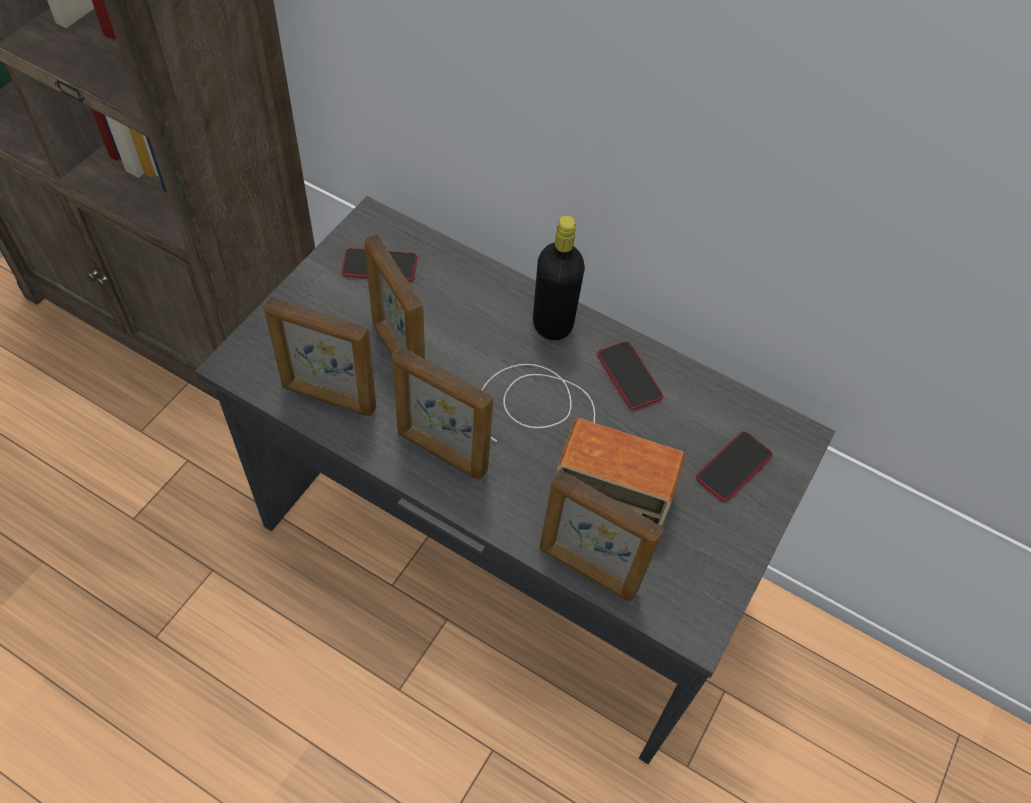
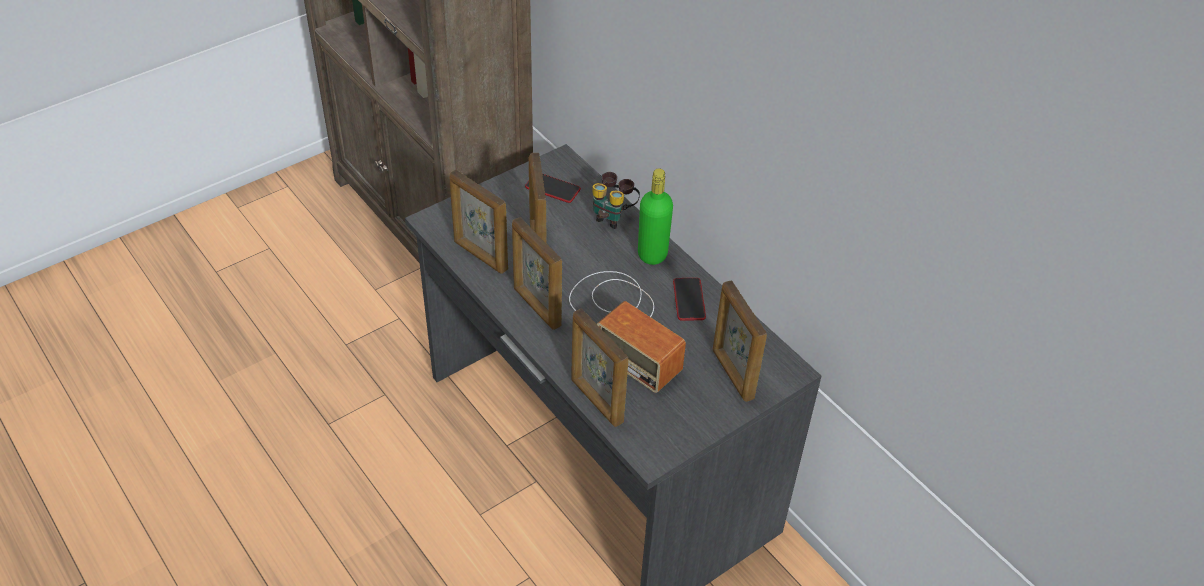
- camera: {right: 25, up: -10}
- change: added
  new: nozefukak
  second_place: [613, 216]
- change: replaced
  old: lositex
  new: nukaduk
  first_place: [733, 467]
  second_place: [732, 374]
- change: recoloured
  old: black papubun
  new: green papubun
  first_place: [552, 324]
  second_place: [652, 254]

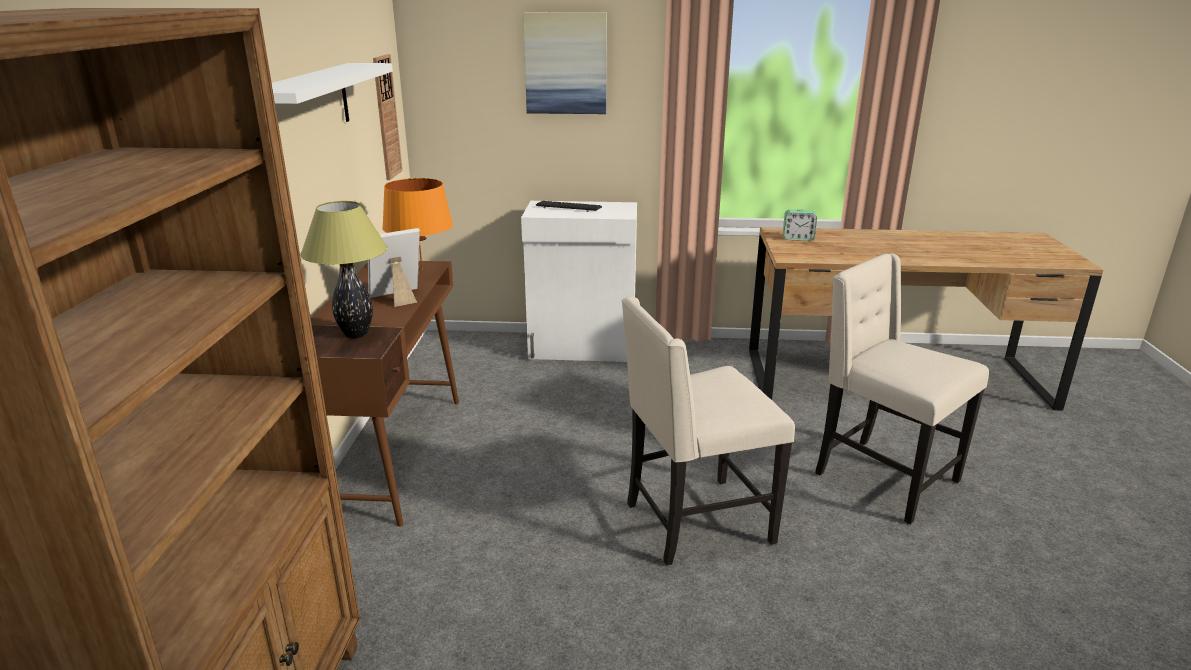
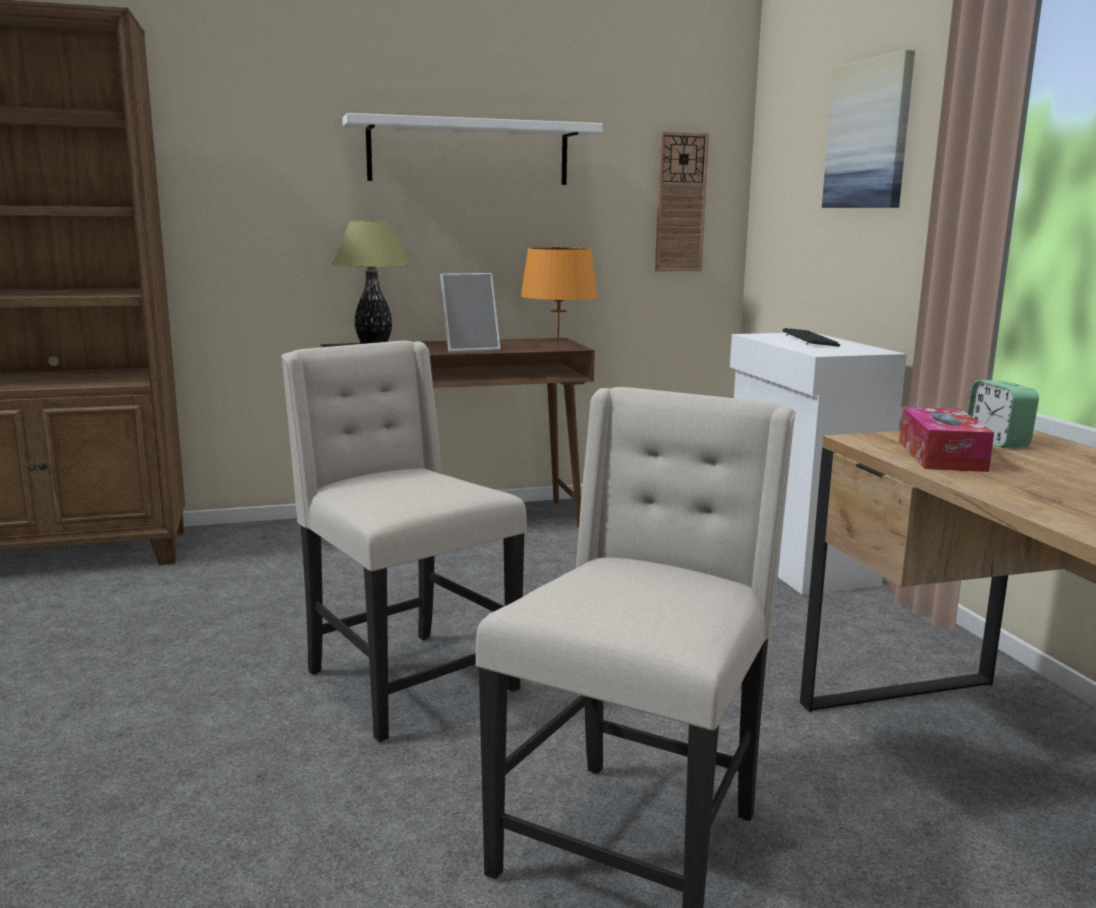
- camera: {right: 70, up: -10}
- change: added
  new: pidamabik
  second_place: [941, 456]
- change: turned
  old: nukaduk
  first_place: [398, 298]
  second_place: [470, 349]
  degrees: 120

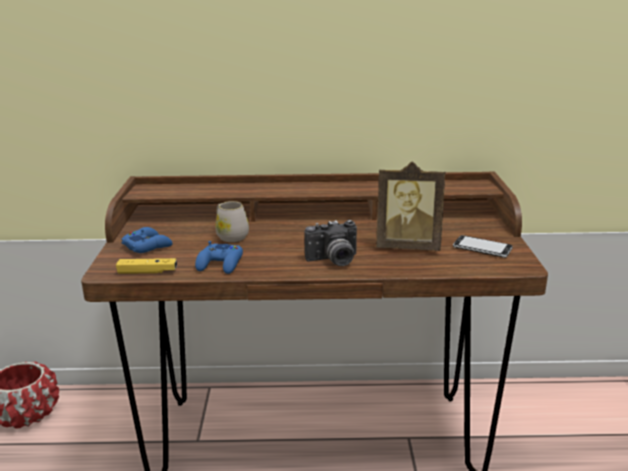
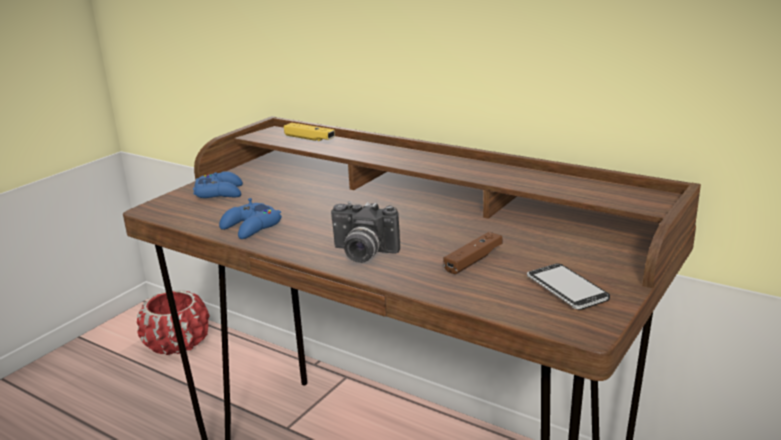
- camera: {right: 35, up: 0}
- change: removed
  old: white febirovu
  first_place: [230, 235]
- change: moved
  old: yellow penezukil
  first_place: [147, 272]
  second_place: [309, 138]
- change: replaced
  old: nukaduk
  new: brown penezukil
  first_place: [408, 246]
  second_place: [473, 260]

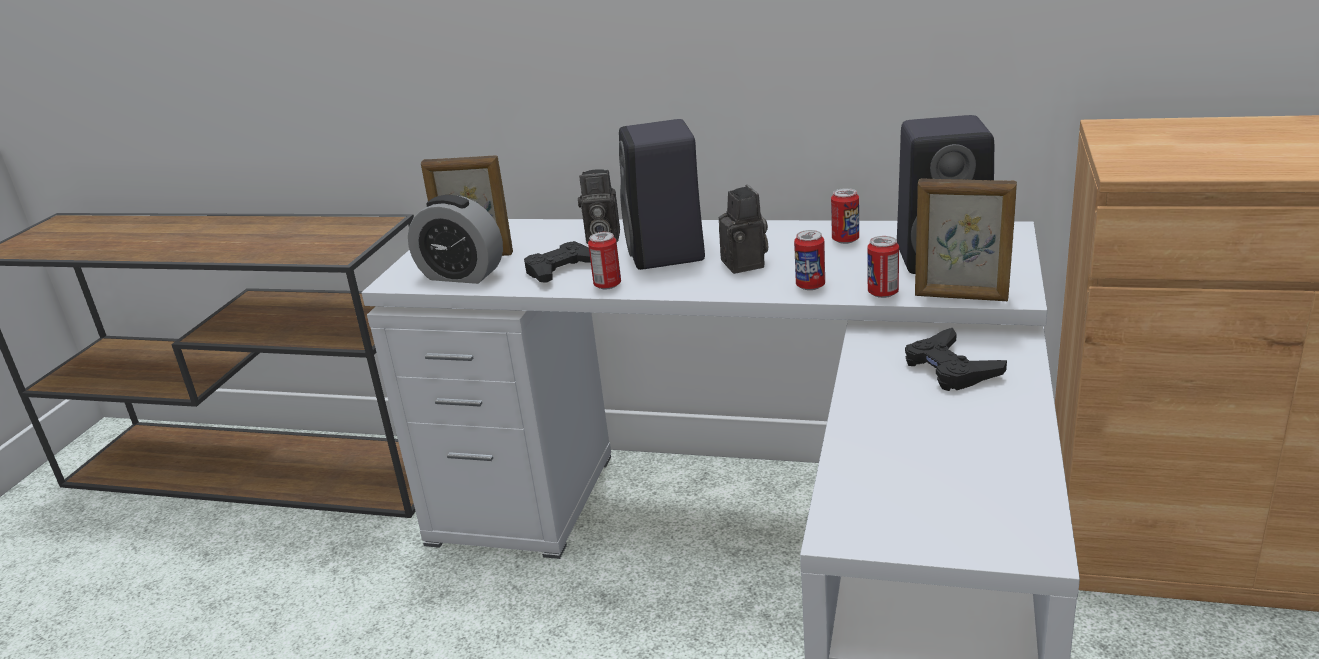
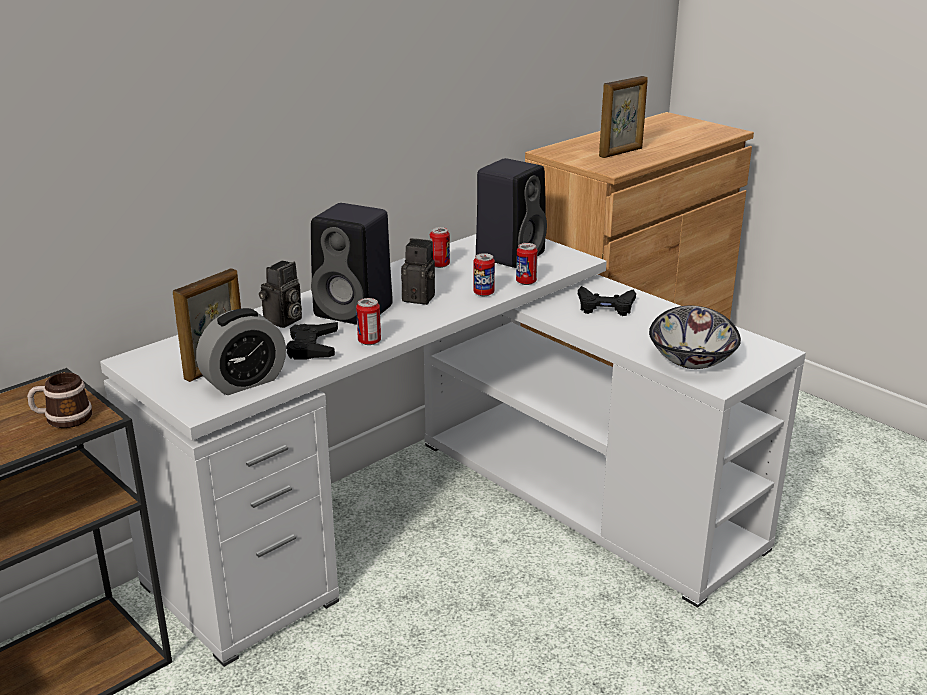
- camera: {right: -60, up: 0}
- change: added
  new: febirovu
  second_place: [62, 418]
- change: added
  new: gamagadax
  second_place: [693, 360]
- change: moved
  old: nukaduk
  first_place: [961, 297]
  second_place: [621, 152]

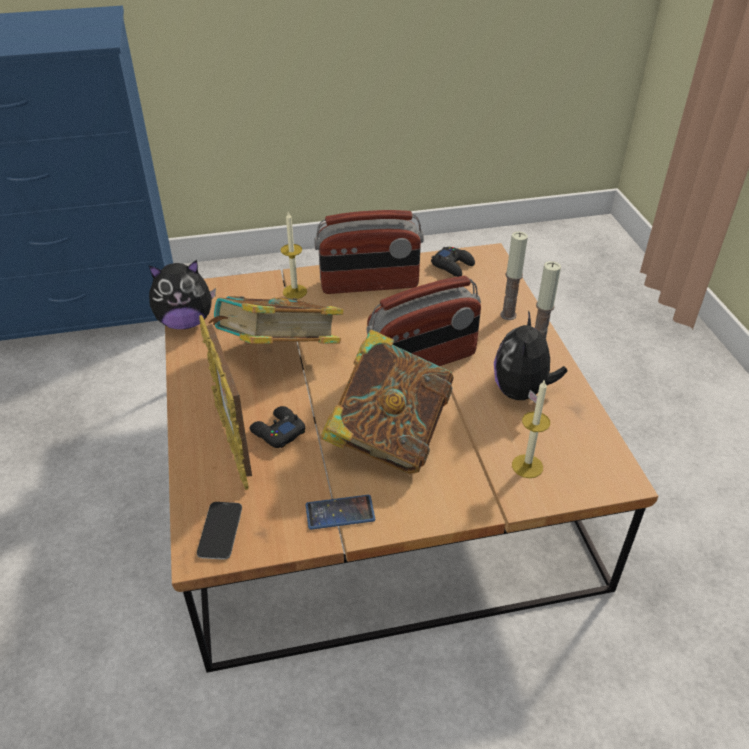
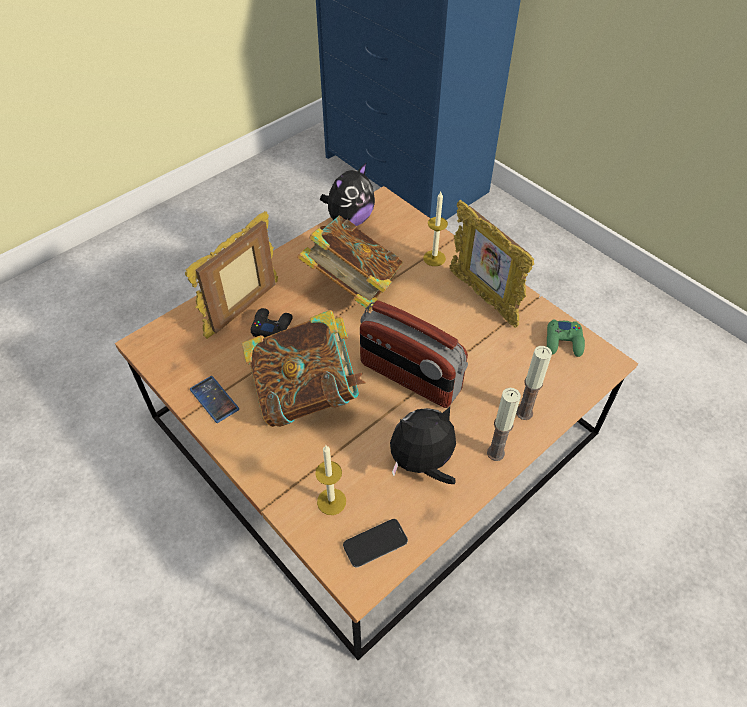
- camera: {right: 60, up: 10}
- change: moved
  old: lositex
  first_place: [220, 531]
  second_place: [375, 543]
- change: replaced
  old: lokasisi
  new: nukaduk
  first_place: [369, 284]
  second_place: [483, 298]
- change: recoloured
  old: black penezukil
  new: green penezukil
  first_place: [453, 265]
  second_place: [564, 342]
- change: turned
  old: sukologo
  first_place: [185, 322]
  second_place: [349, 220]
  degrees: -90

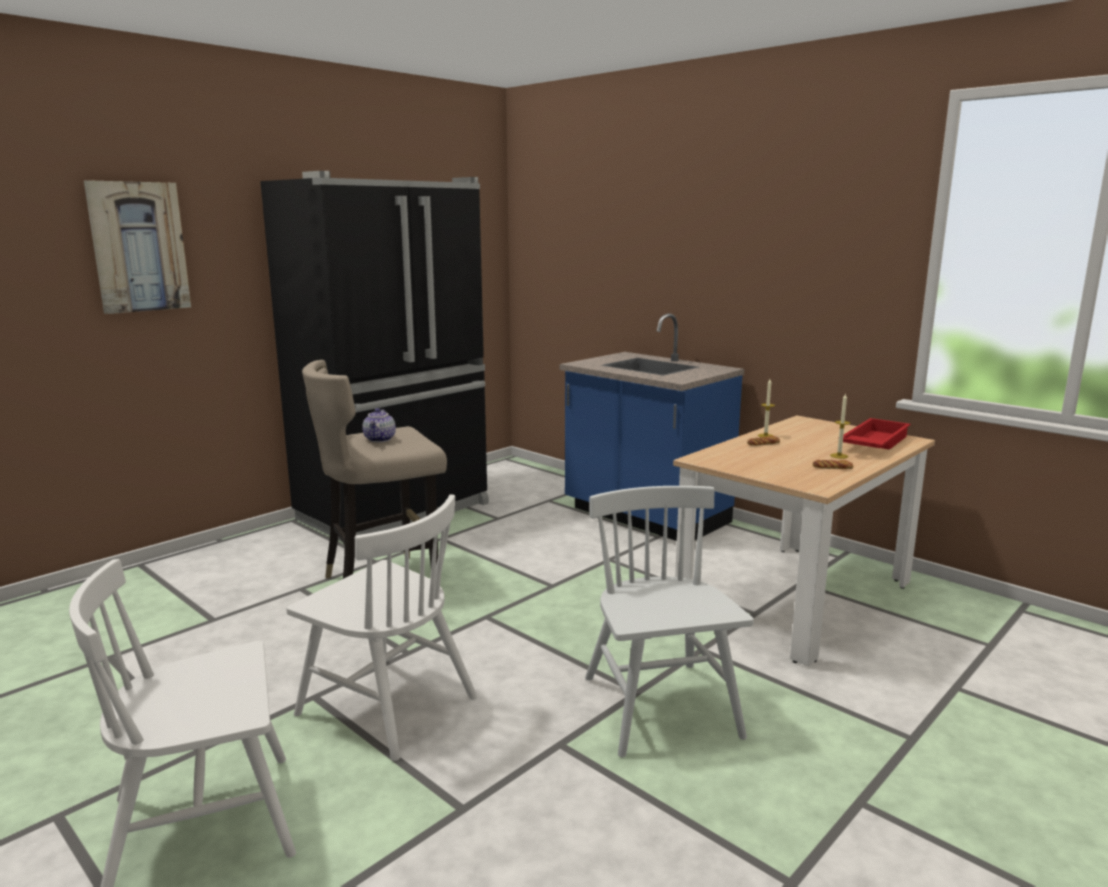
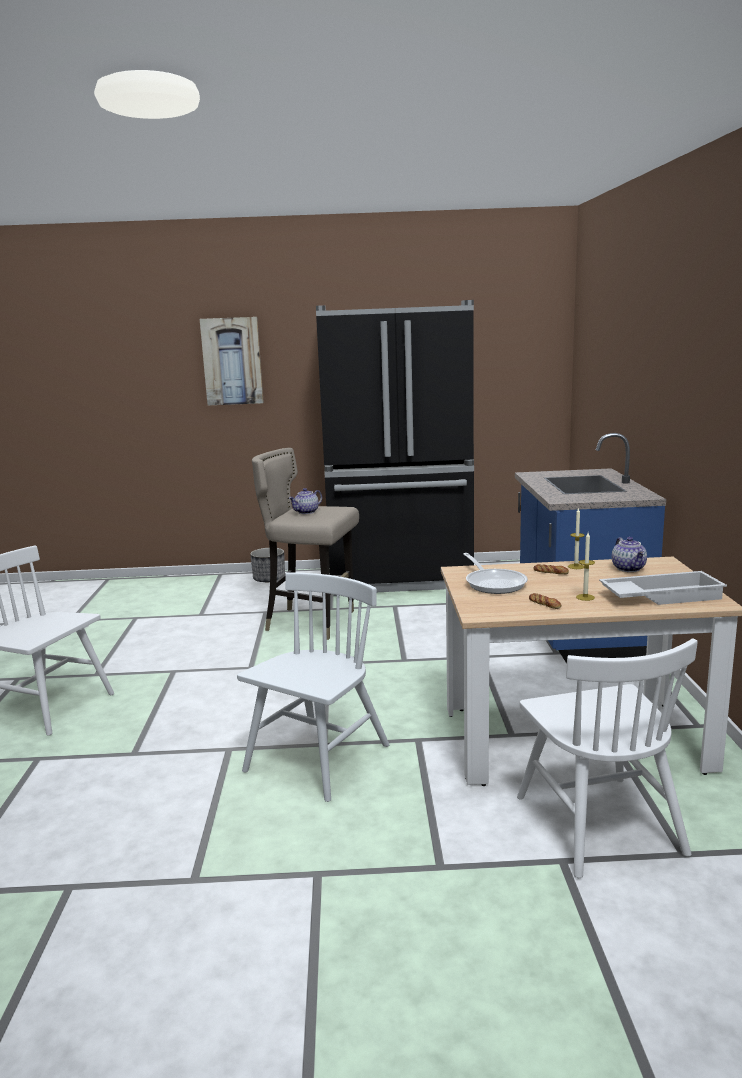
- camera: {right: 45, up: 0}
- change: added
  new: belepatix
  second_place: [269, 579]
- change: added
  new: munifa
  second_place: [493, 583]
- change: added
  new: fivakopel
  second_place: [629, 569]
- change: moved
  old: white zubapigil
  first_place: [386, 705]
  second_place: [598, 824]
- change: recoloured
  old: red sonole
  new: white sonole
  first_place: [873, 443]
  second_place: [661, 595]

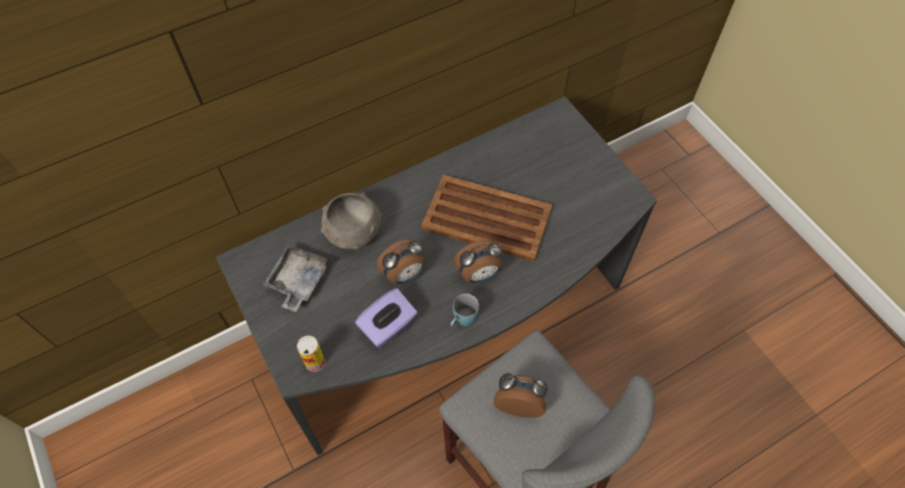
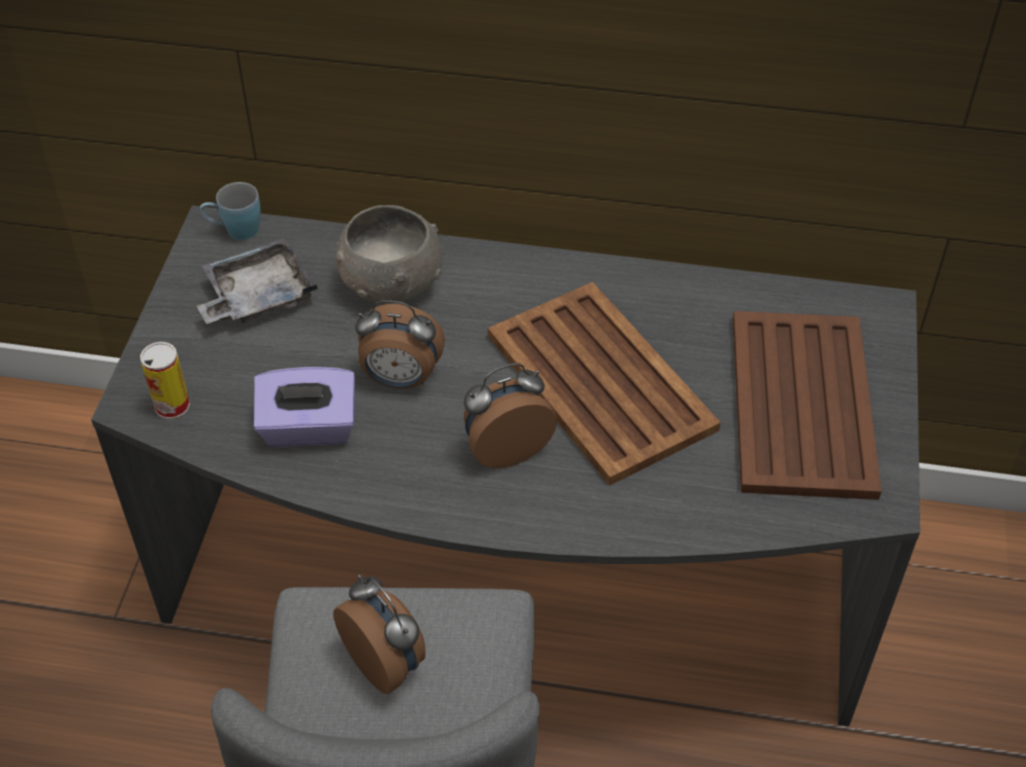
- camera: {right: 40, up: -10}
- change: added
  new: brown sonole
  second_place: [802, 403]
- change: moved
  old: blue febirovu
  first_place: [462, 321]
  second_place: [235, 231]
- change: turned
  old: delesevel
  first_place: [479, 275]
  second_place: [506, 448]
  degrees: 135

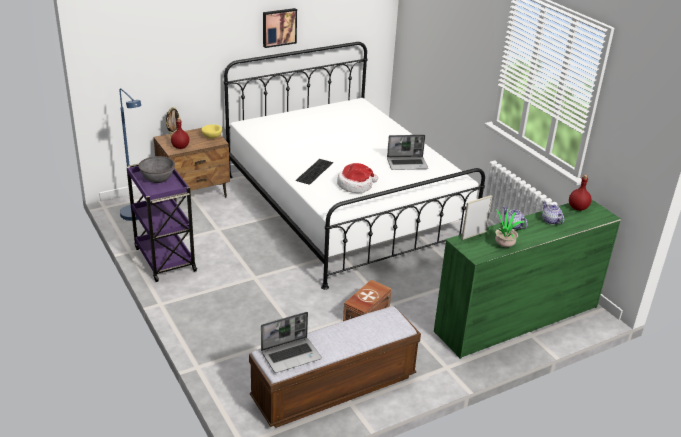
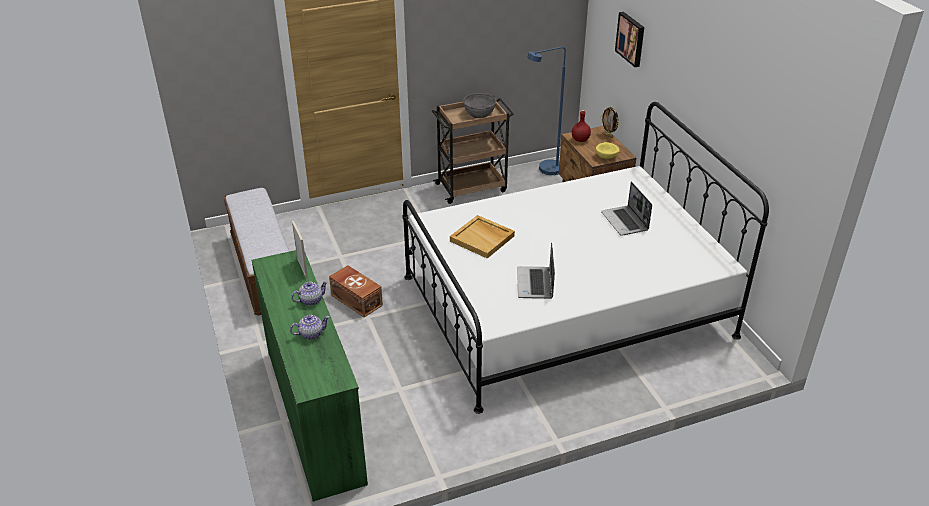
- camera: {right: 100, up: 5}
- change: removed
  old: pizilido
  first_place: [314, 171]
- change: removed
  old: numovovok
  first_place: [503, 245]
- change: removed
  old: red papubun
  first_place: [578, 208]
- change: moved
  old: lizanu
  first_place: [291, 355]
  second_place: [625, 222]
- change: moved
  old: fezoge
  first_place: [279, 27]
  second_place: [631, 39]
- change: replaced
  old: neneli
  new: beige sonole
  first_place: [355, 185]
  second_place: [482, 238]
- change: recoloured
  old: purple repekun
  new: brown repekun
  first_place: [164, 258]
  second_place: [472, 187]

